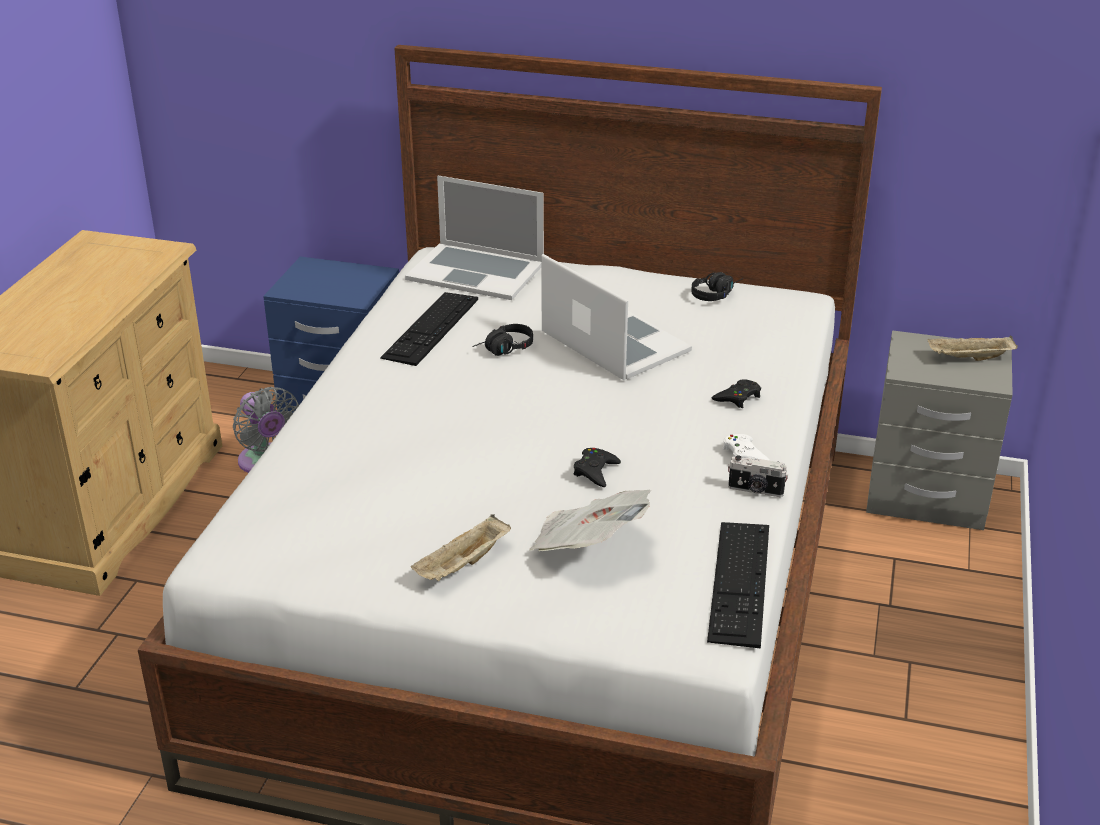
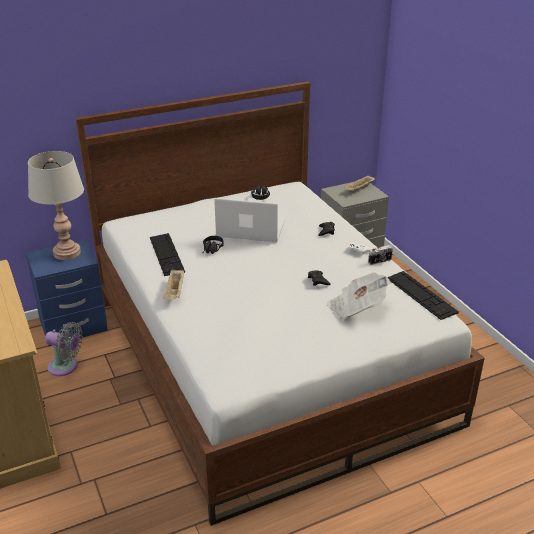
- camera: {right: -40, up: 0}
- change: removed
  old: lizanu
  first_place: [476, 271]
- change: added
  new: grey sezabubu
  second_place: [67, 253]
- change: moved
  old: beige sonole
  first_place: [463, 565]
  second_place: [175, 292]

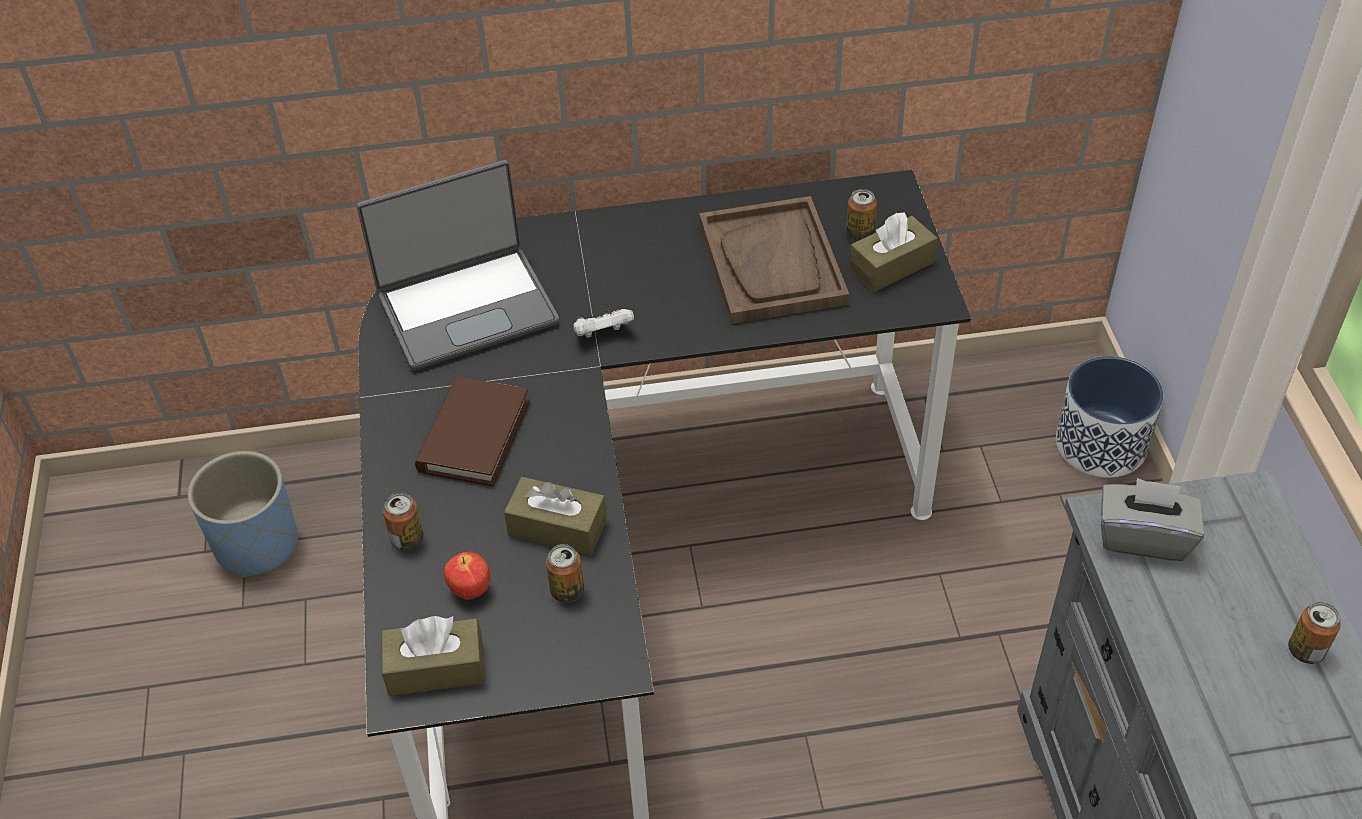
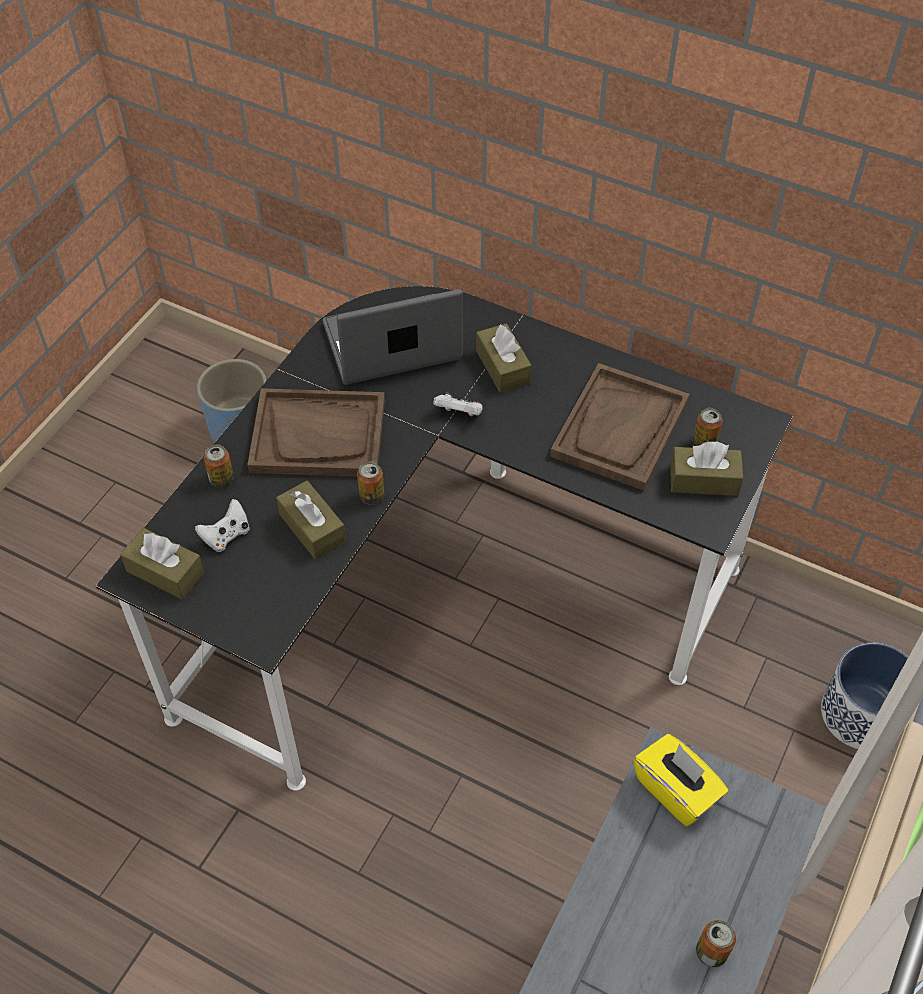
- camera: {right: 35, up: 5}
- change: added
  new: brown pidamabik
  second_place: [502, 367]
- change: moved
  old: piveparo
  first_place: [567, 591]
  second_place: [372, 496]
- change: replaced
  old: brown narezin
  new: brown sonole
  first_place: [474, 435]
  second_place: [319, 435]
- change: replaced
  old: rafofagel
  new: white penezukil
  first_place: [470, 590]
  second_place: [226, 535]
- change: recoloured
  old: grey pidamabik
  new: yellow pidamabik
  first_place: [1143, 537]
  second_place: [676, 790]
- change: turned
  old: lizanu
  first_place: [467, 308]
  second_place: [392, 345]
  degrees: 150

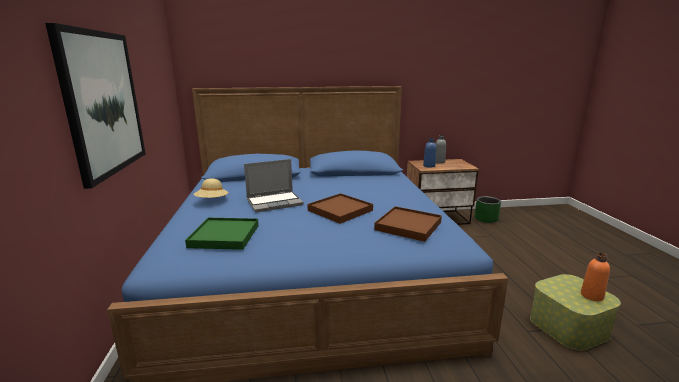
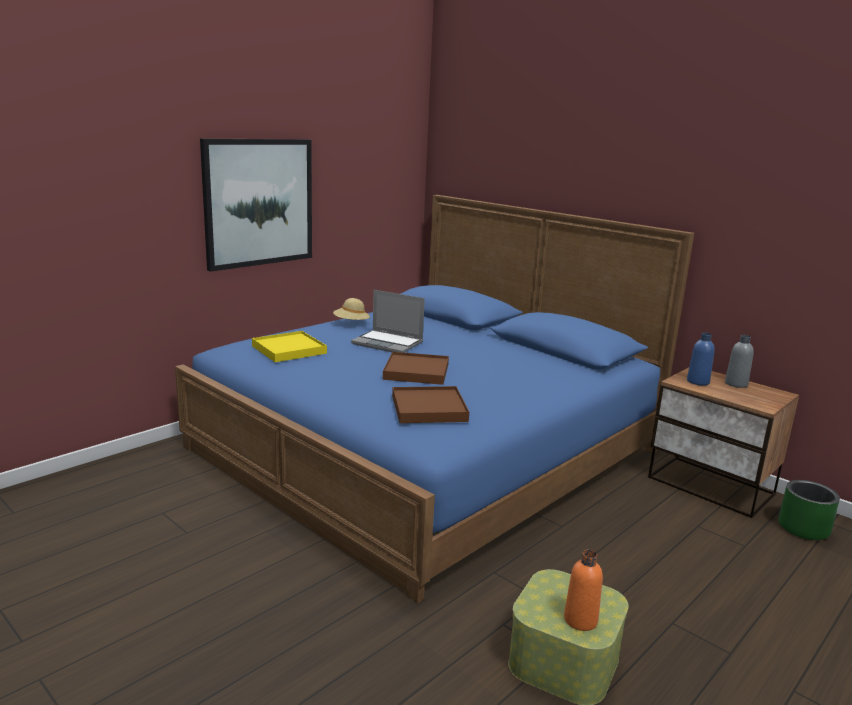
- camera: {right: 50, up: 0}
- change: recoloured
  old: green sonole
  new: yellow sonole
  first_place: [224, 236]
  second_place: [289, 349]

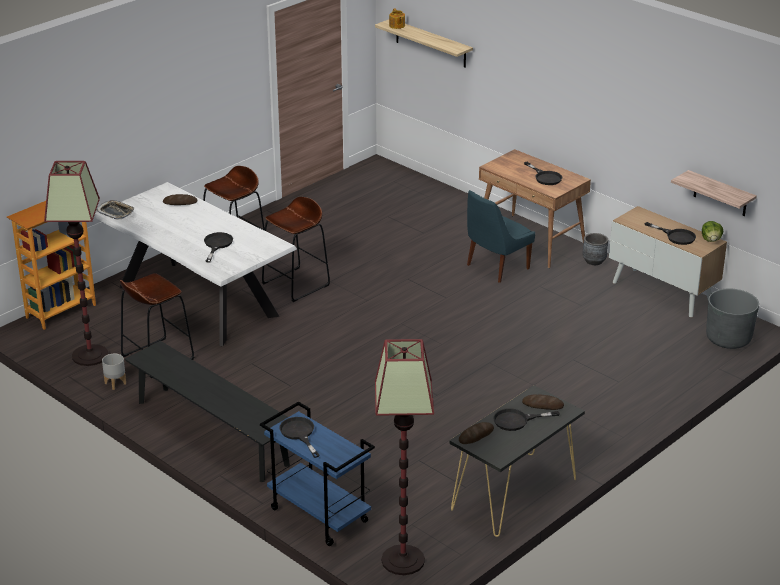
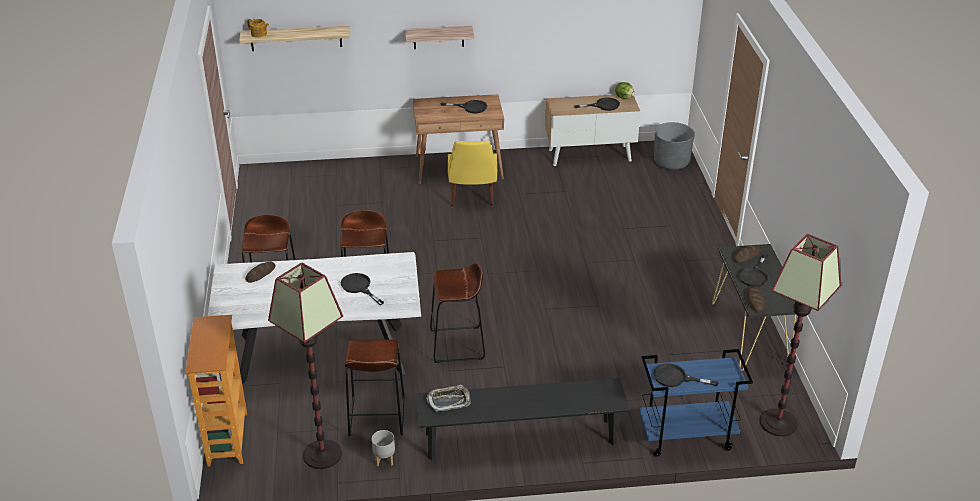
- camera: {right: -50, up: 5}
- change: removed
  old: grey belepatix
  first_place: [594, 261]
- change: added
  new: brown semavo
  second_place: [457, 344]
- change: moved
  old: sonole
  first_place: [115, 212]
  second_place: [449, 400]
- change: moved
  old: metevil
  first_place: [720, 194]
  second_place: [438, 37]
- change: recoloured
  old: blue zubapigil
  new: yellow zubapigil
  first_place: [496, 267]
  second_place: [472, 198]

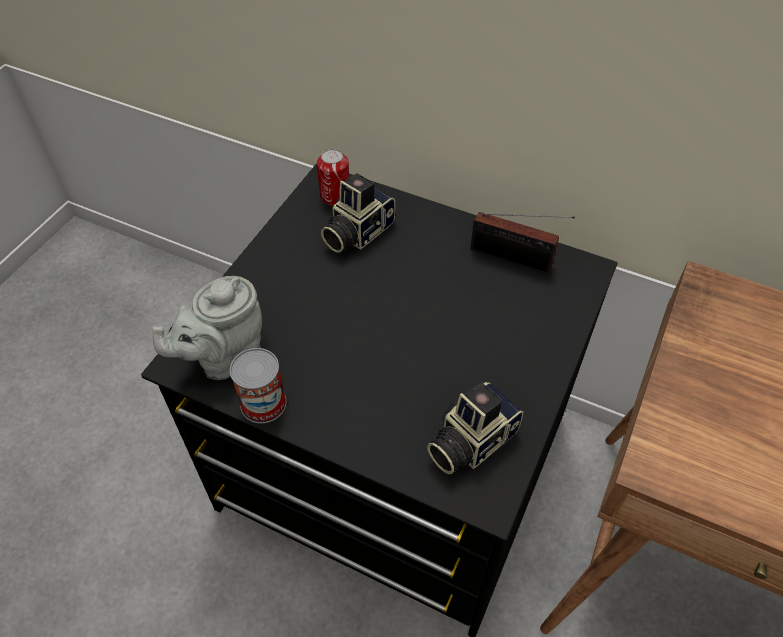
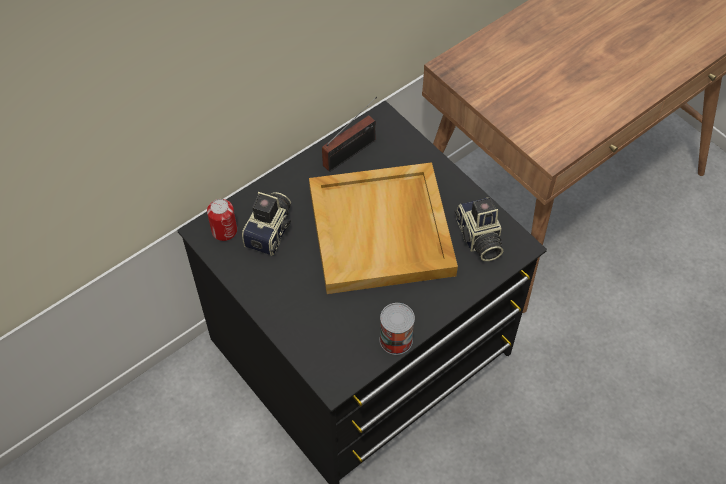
- camera: {right: -65, up: 5}
- change: removed
  old: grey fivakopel
  first_place: [224, 357]
- change: added
  new: beige sonole
  second_place: [382, 232]
- change: turned
  old: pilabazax
  first_place: [356, 232]
  second_place: [271, 231]
  degrees: -135

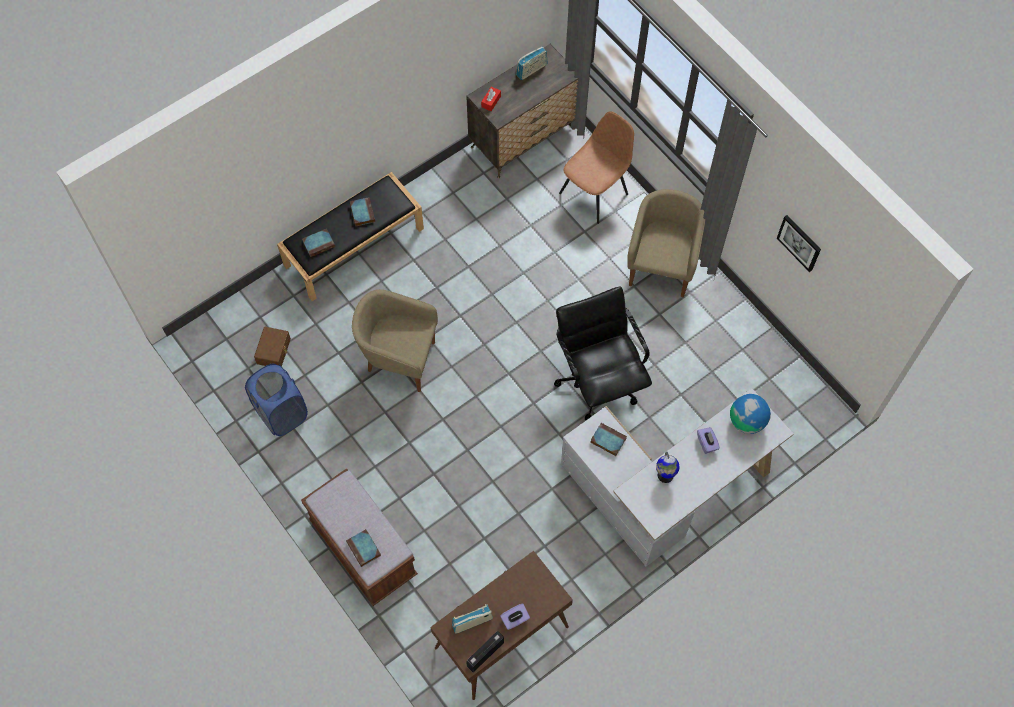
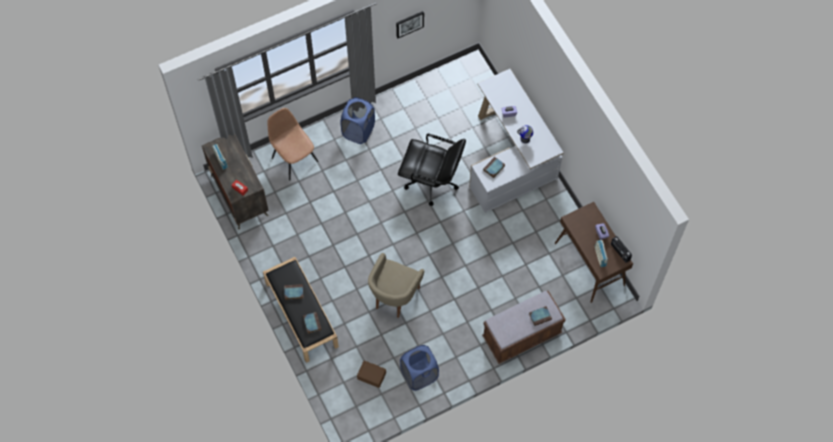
- camera: {right: -80, up: 0}
- change: removed
  old: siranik
  first_place: [747, 421]
- change: replaced
  old: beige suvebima
  new: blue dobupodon
  first_place: [661, 267]
  second_place: [358, 131]
- change: turned
  old: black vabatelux
  first_place: [598, 381]
  second_place: [432, 182]
  degrees: -150

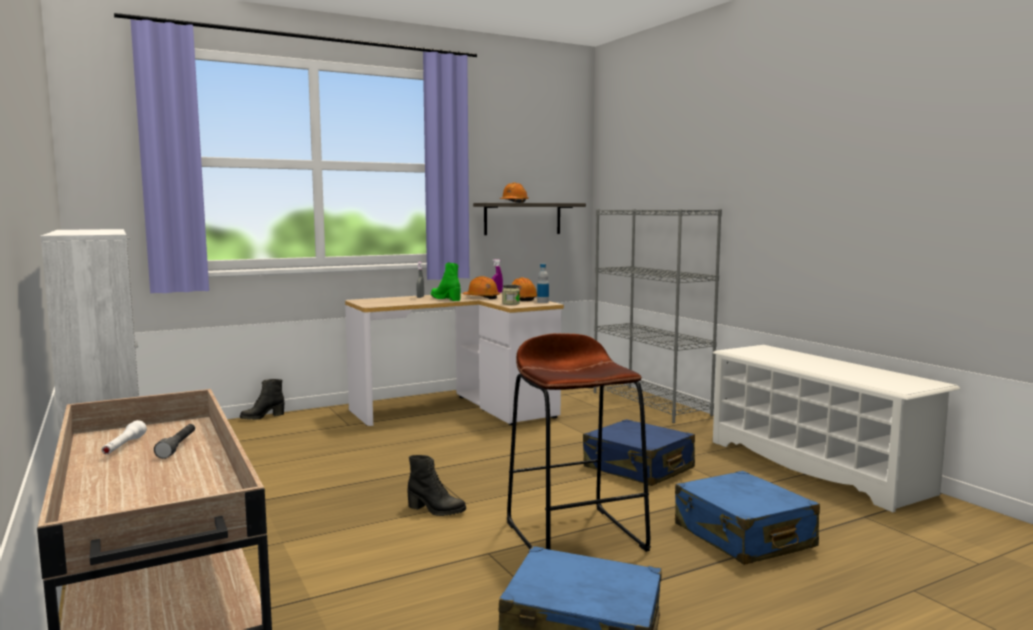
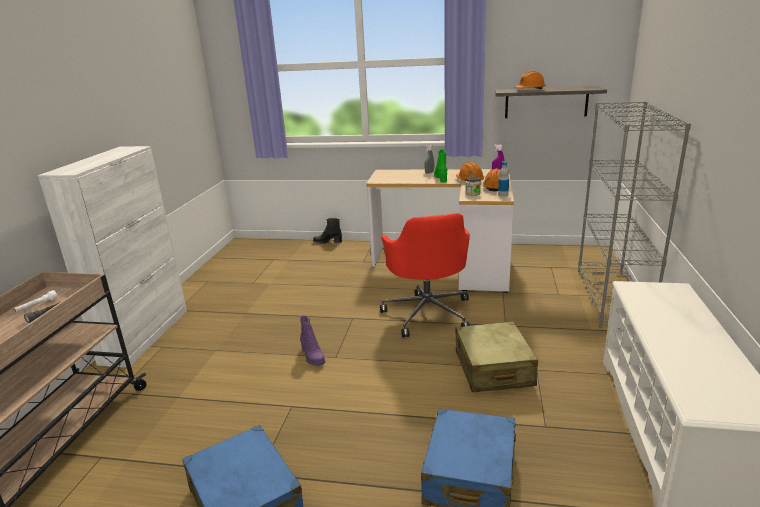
- camera: {right: 40, up: 15}
- change: removed
  old: brown semavo
  first_place: [575, 536]
- change: added
  new: red vabatelux
  second_place: [428, 313]
- change: recoloured
  old: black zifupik
  new: purple zifupik
  first_place: [436, 510]
  second_place: [312, 357]
- change: recoloured
  old: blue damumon
  new: beige damumon
  first_place: [638, 468]
  second_place: [493, 369]

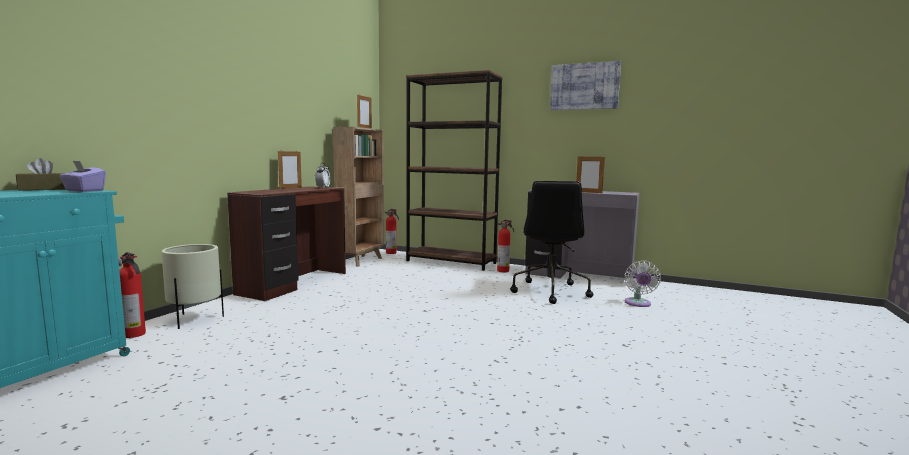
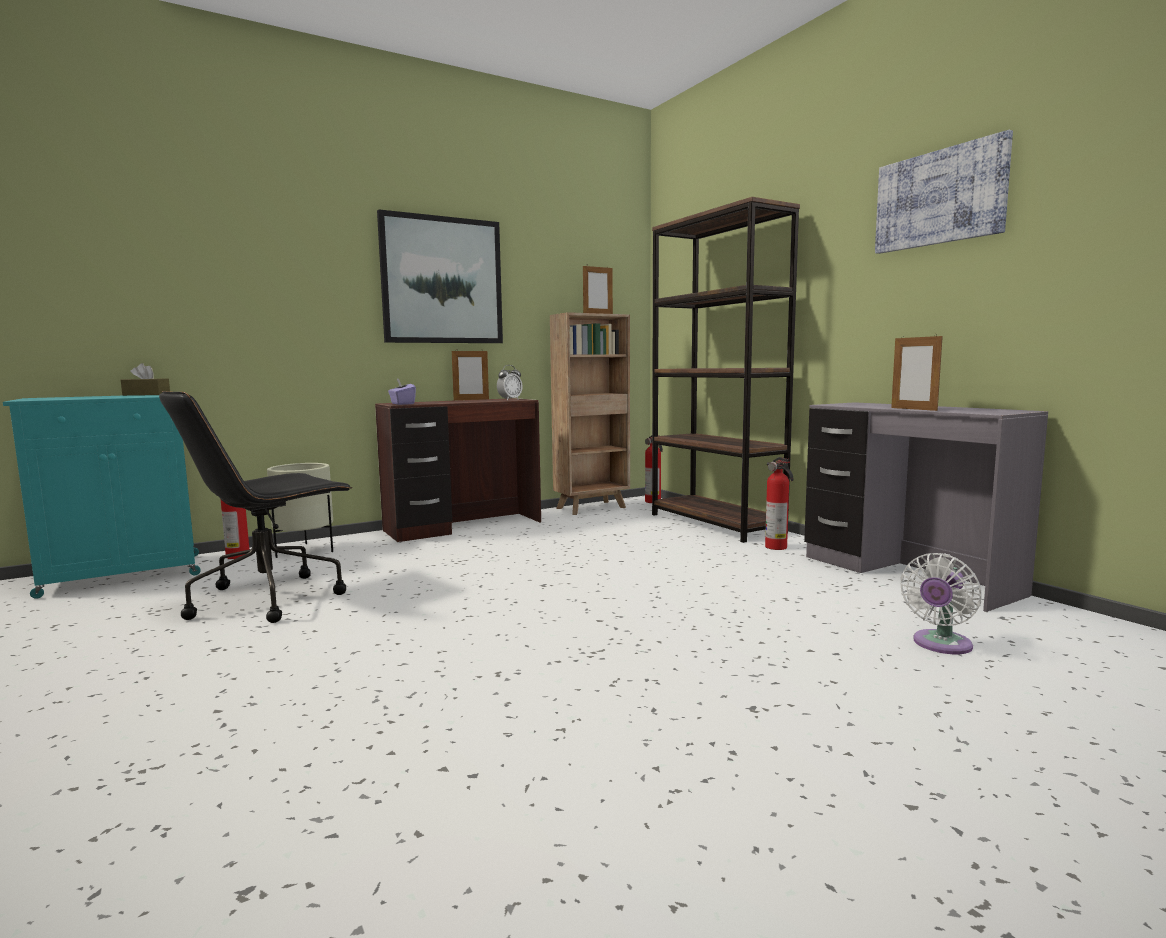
- camera: {right: 35, up: 0}
- change: added
  new: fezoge
  second_place: [442, 280]
- change: moved
  old: purple pidamabik
  first_place: [84, 191]
  second_place: [402, 404]
- change: moved
  old: black vabatelux
  first_place: [549, 291]
  second_place: [270, 598]

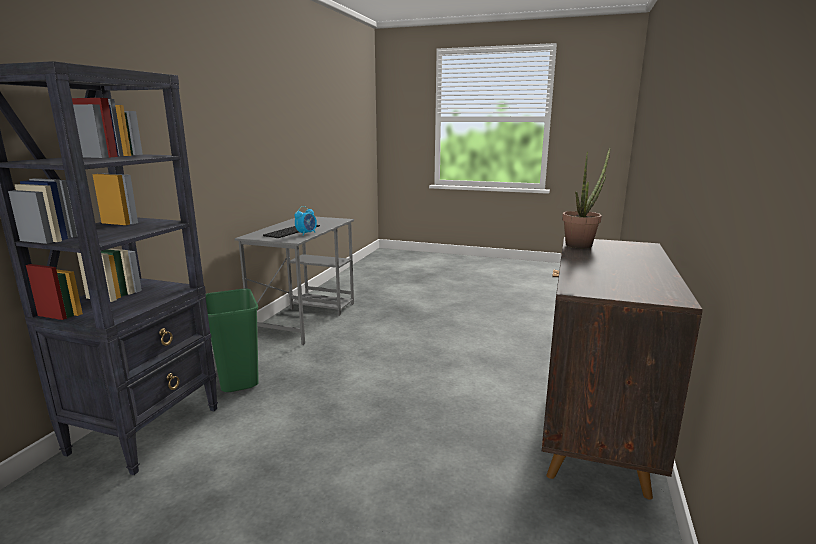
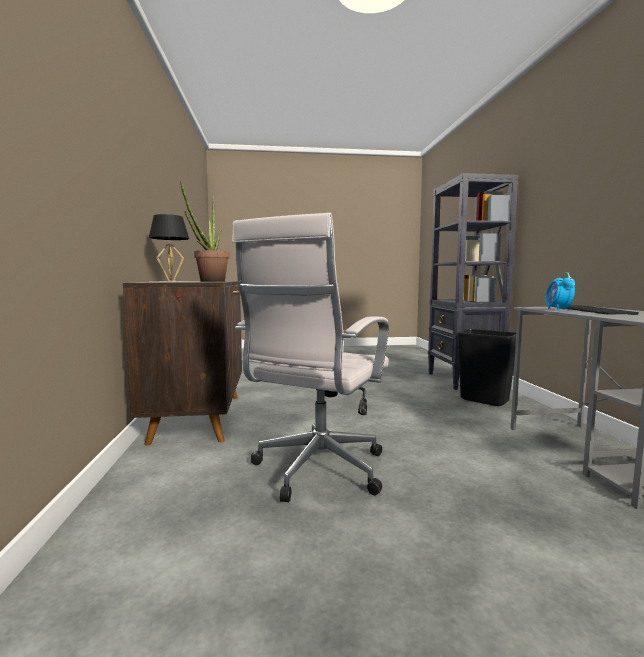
- camera: {right: 155, up: -10}
- change: added
  new: black sezabubu
  second_place: [171, 281]
- change: added
  new: white vabatelux
  second_place: [316, 472]
- change: recoloured
  old: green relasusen
  new: black relasusen
  first_place: [237, 379]
  second_place: [485, 400]

